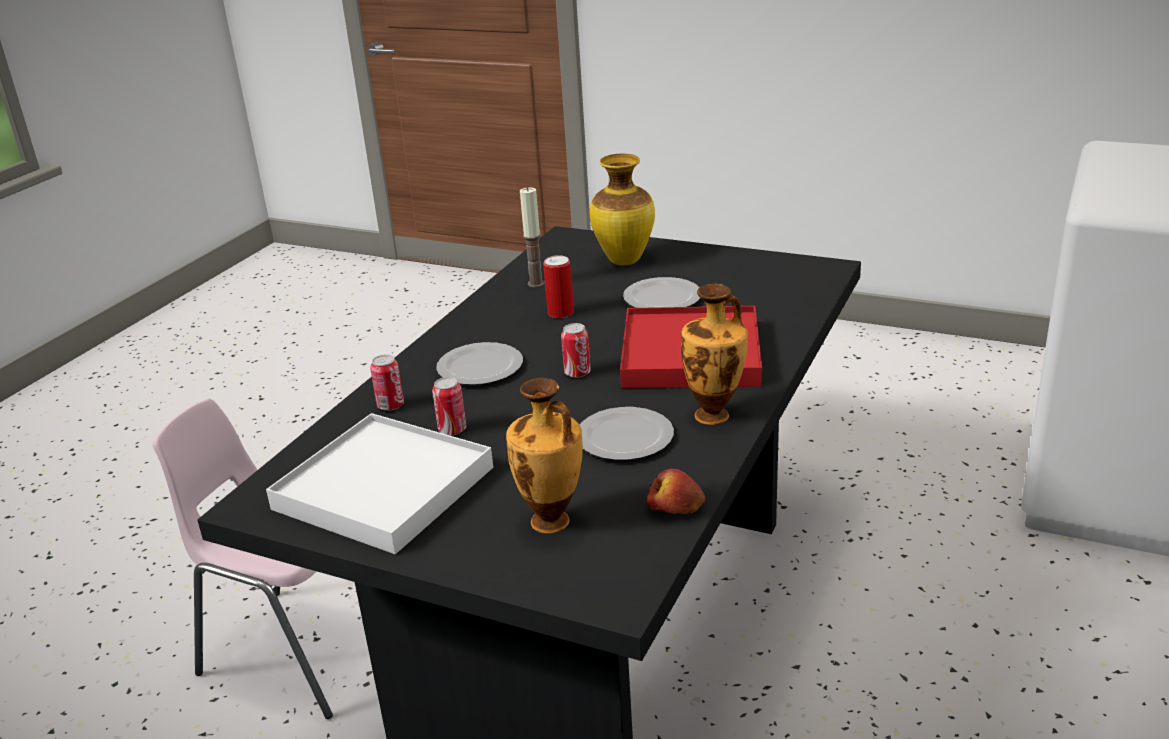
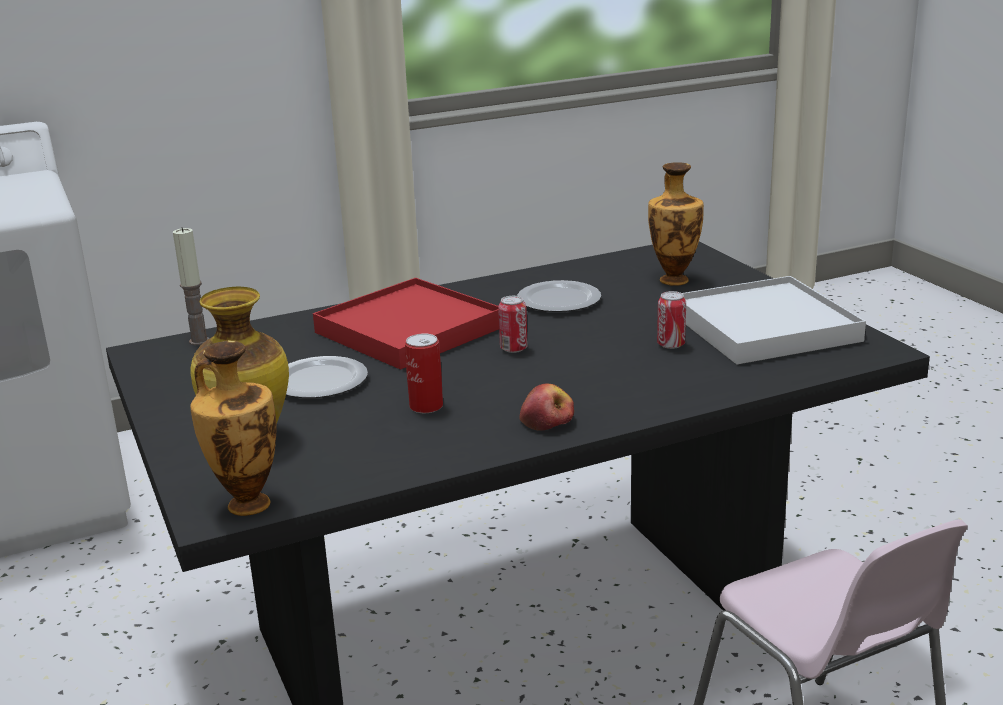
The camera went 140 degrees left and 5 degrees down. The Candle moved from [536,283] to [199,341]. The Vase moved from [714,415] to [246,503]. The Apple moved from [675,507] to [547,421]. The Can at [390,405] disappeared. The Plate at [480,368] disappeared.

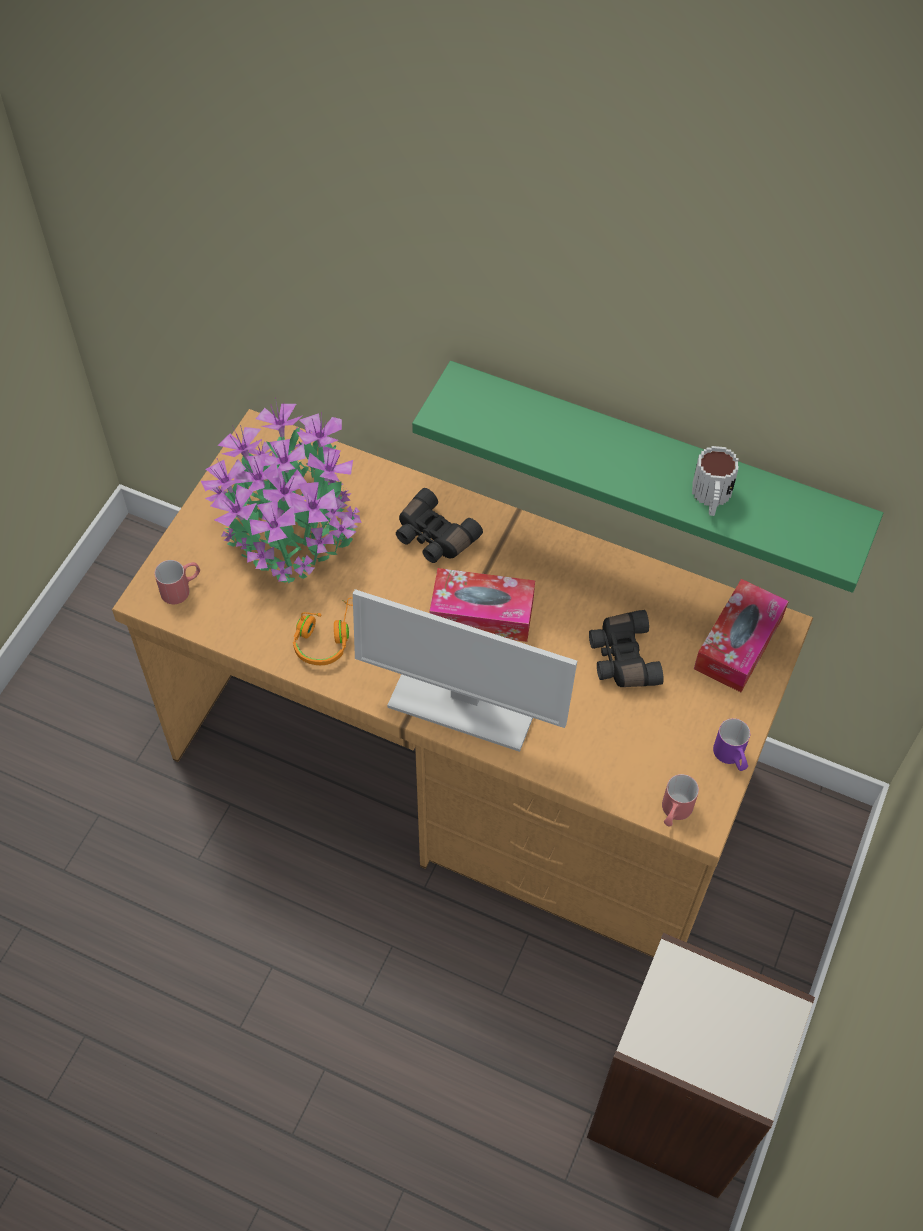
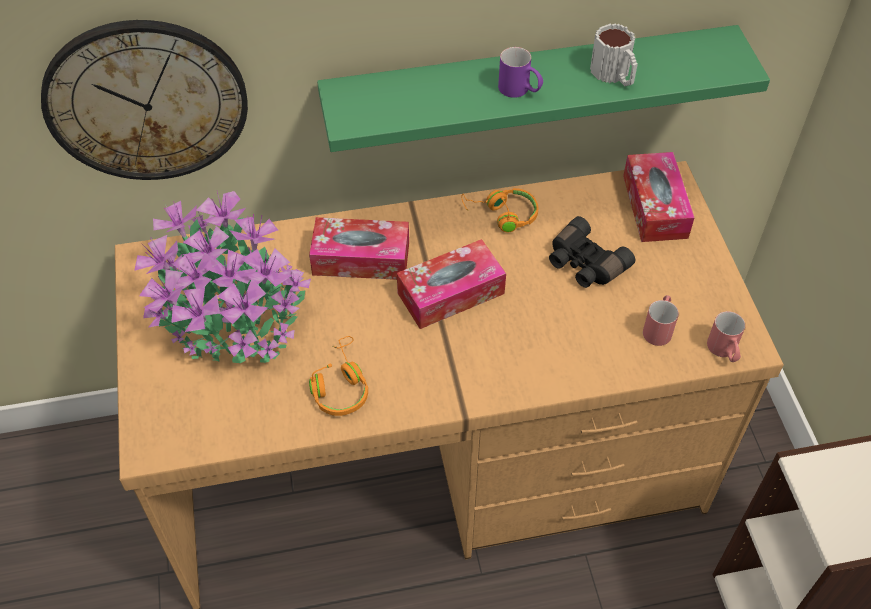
The camera went 35 degrees left and 5 degrees down. The WallClock at [146,101] appeared. The BlackBinoculars at [433,537] was replaced by the TissueBox at [361,258]. The OrangeHeadphones at [502,215] appeared. The PurpleMug moved from [731,757] to [520,91]. The RedMug moved from [182,588] to [658,328]. The Monitor at [463,702] disappeared.

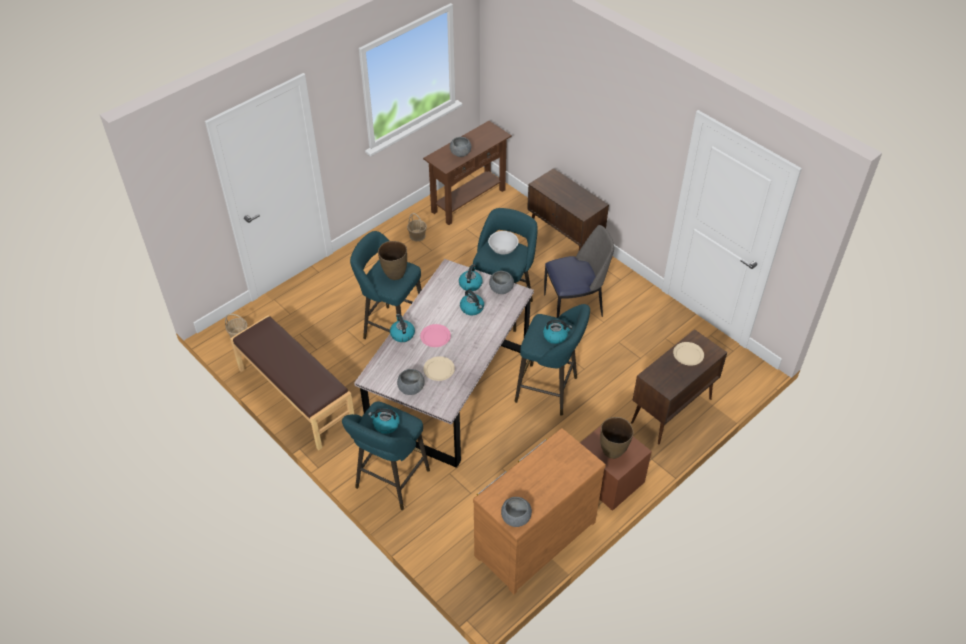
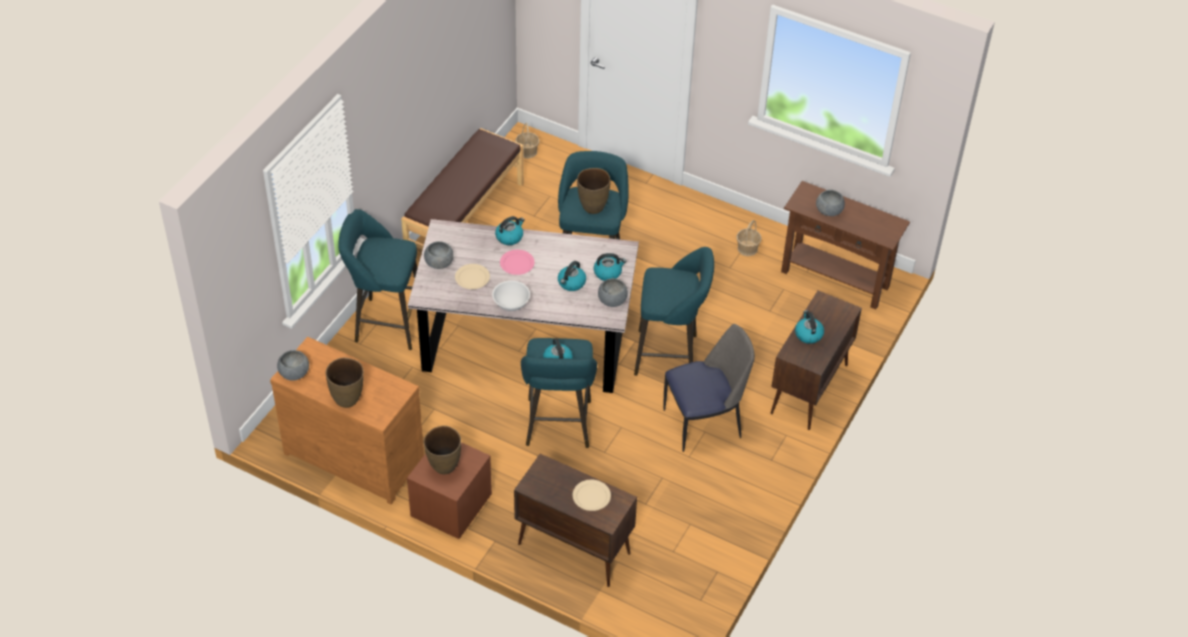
The camera went 70 degrees right and 0 degrees up. The BrownVase at [347,399] appeared. The WhiteBowl moved from [502,249] to [511,303]. The Chair at [575,305] turned 75 degrees counterclockwise. The Kettle moved from [385,425] to [808,334].

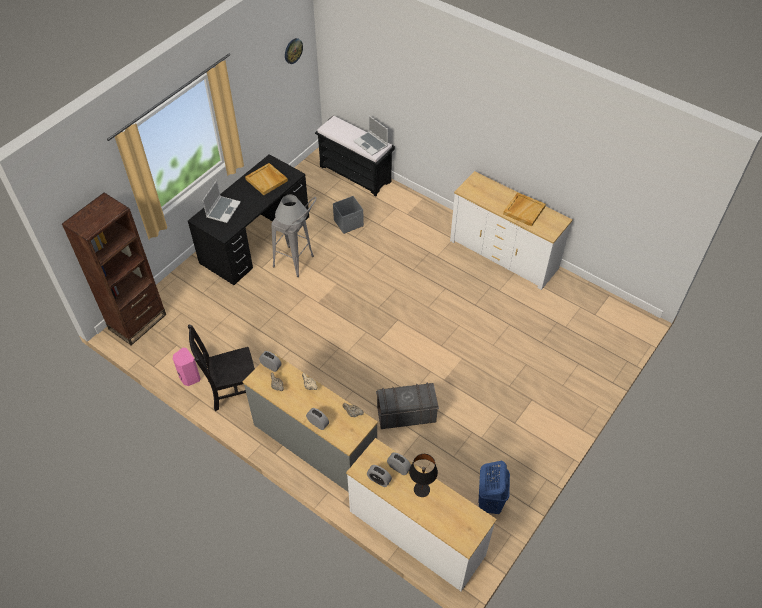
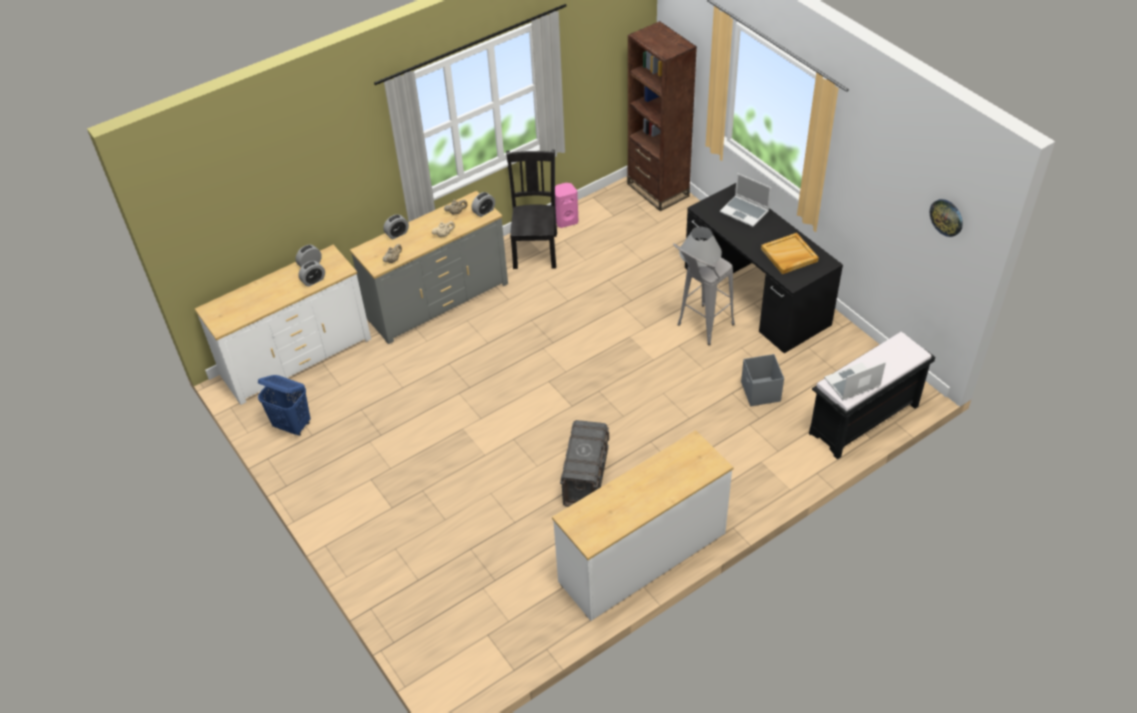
The camera went 110 degrees right and 5 degrees down. The GreyStorageBox moved from [406,415] to [586,478]. The BlackTableLamp at [422,489] disappeared. The BeigeTray at [524,210] disappeared.

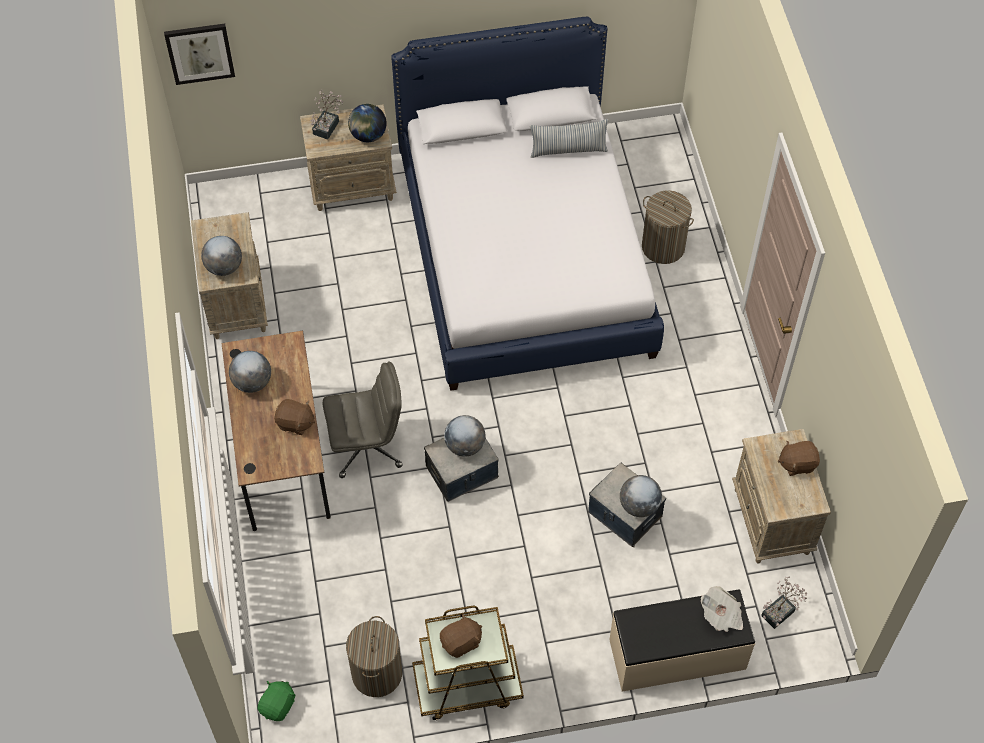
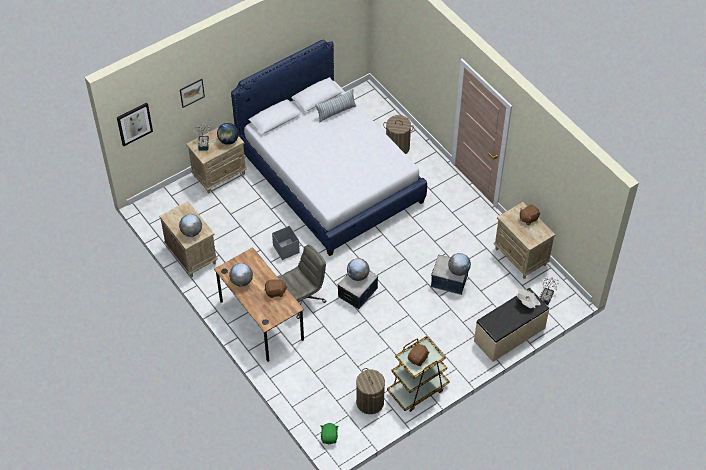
The camera went 25 degrees left and 5 degrees down. The Picture at [192,92] appeared. The GreyStorageBox at [286,249] appeared.

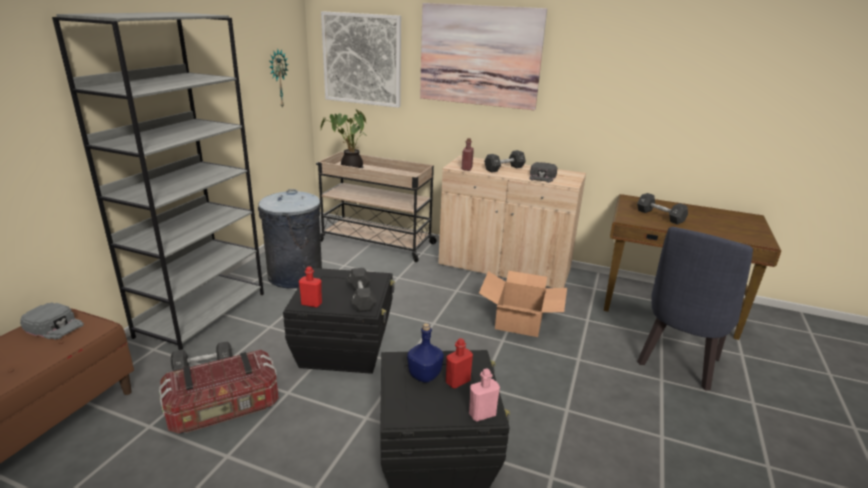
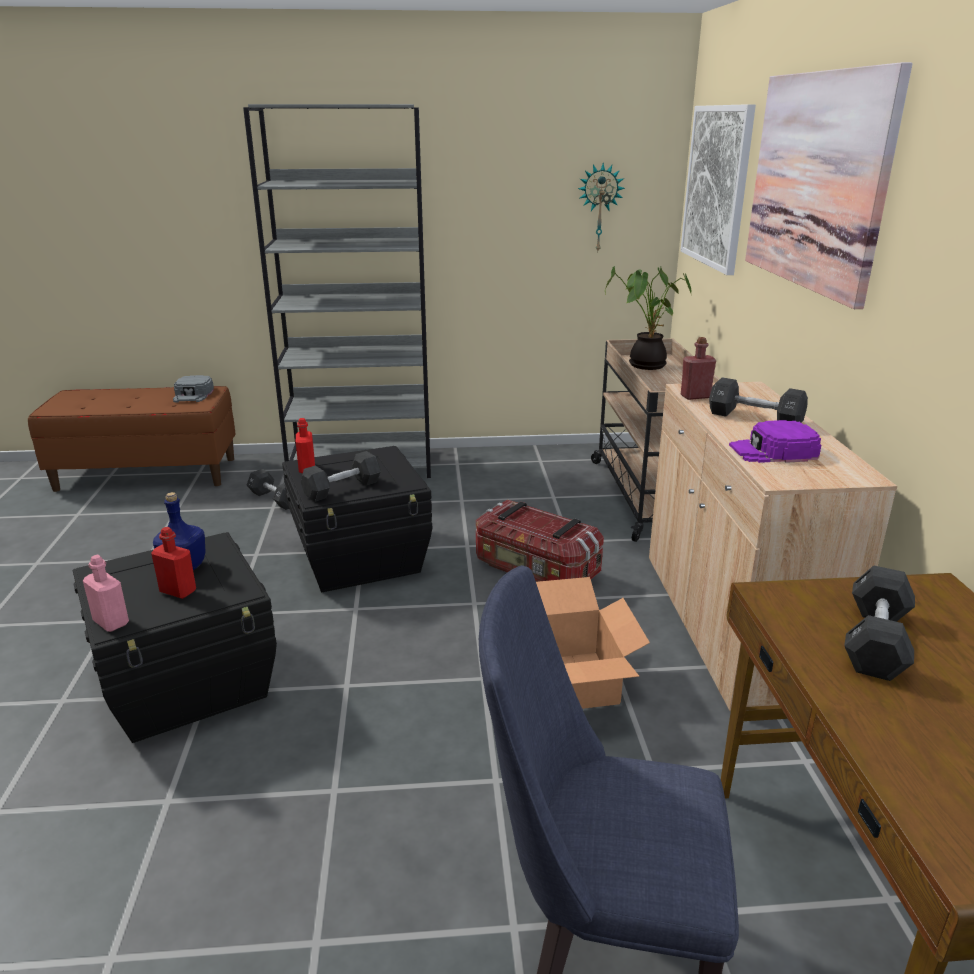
The camera went 65 degrees right and 0 degrees up. The StorageBox moved from [224,409] to [535,570]. The BlackCap at [542,176] became the PurpleCap at [773,451]. The GreyTrashCan at [295,276] disappeared.

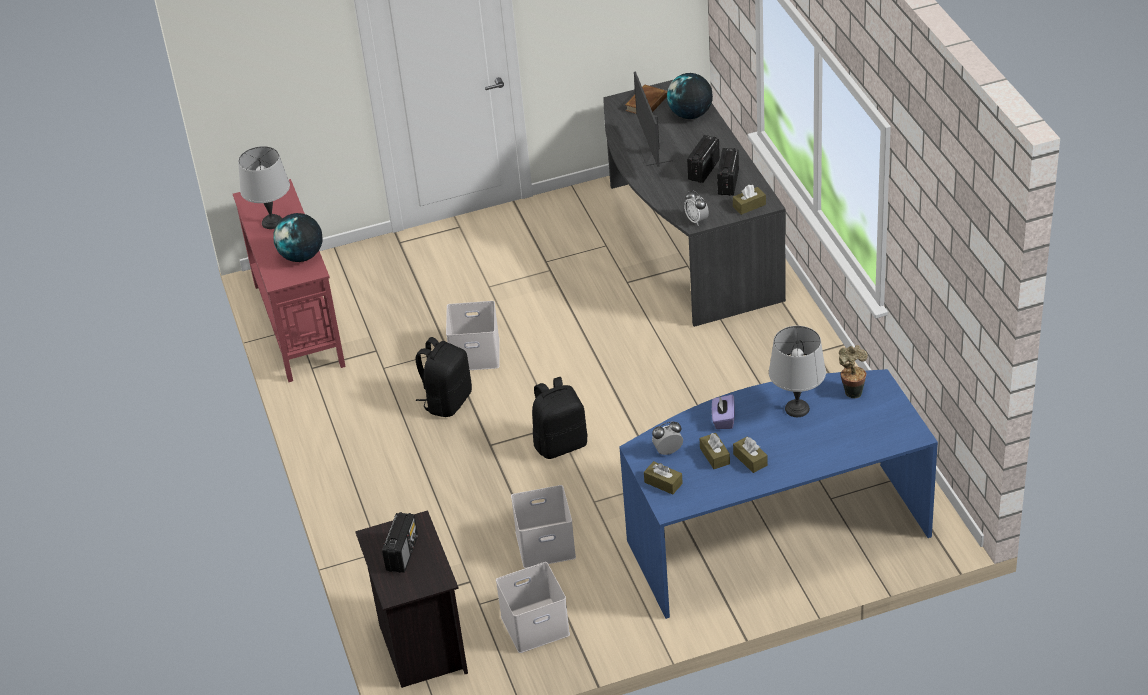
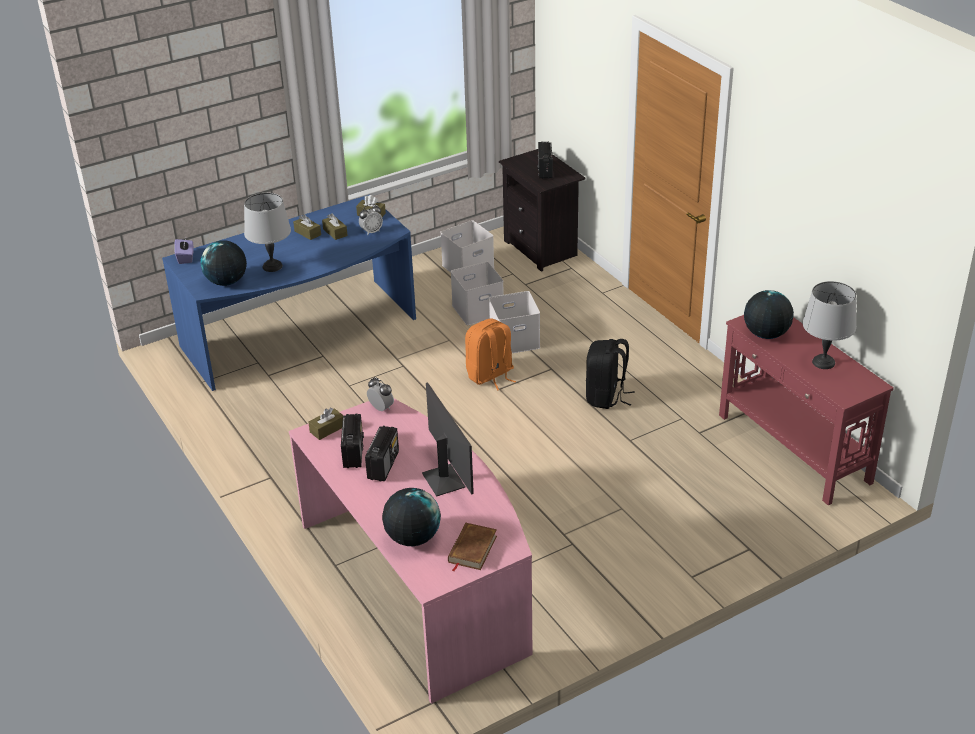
The camera went 165 degrees right and 5 degrees down. The PurpleTissueBox moved from [723,420] to [186,258]. The PottedPlant at [852,391] was replaced by the Globe at [227,282]. The GreyDesk at [687,243] became the PinkDesk at [419,583]. The BlackBackpack at [561,444] became the OrangeBackpack at [490,376]. The WhiteStorageBox moved from [474,354] to [515,339].

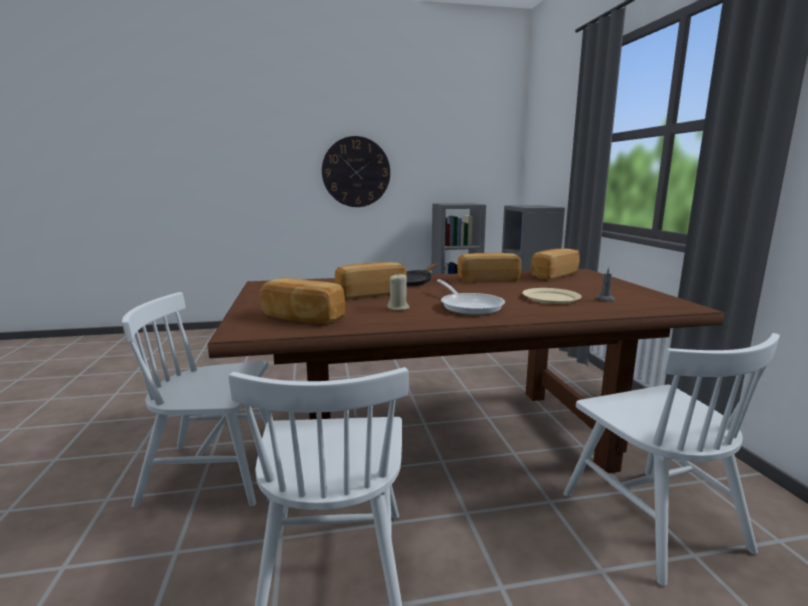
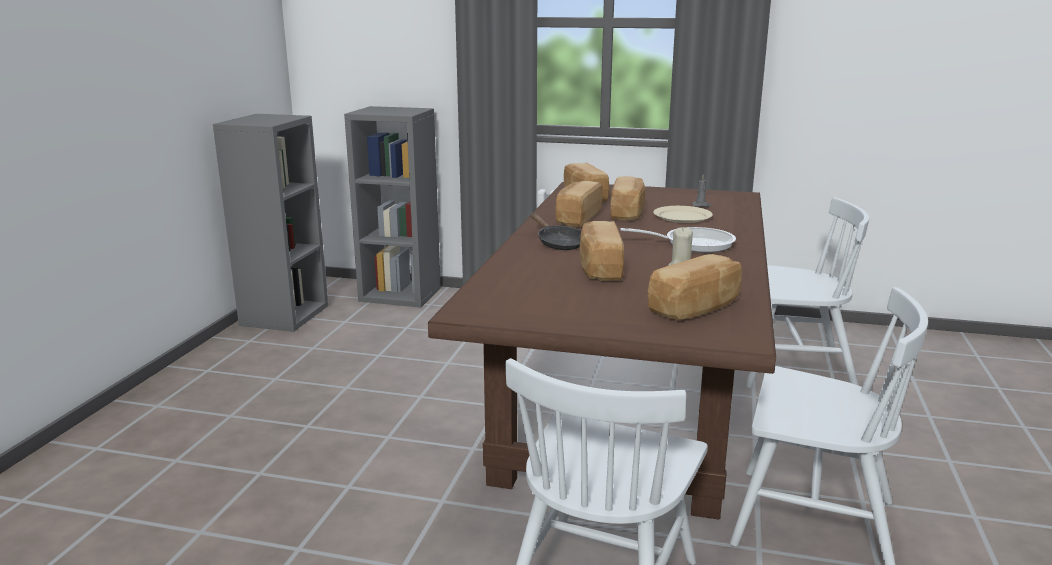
The camera went 65 degrees left and 5 degrees up. The Bread at [628,213] appeared. The WallClock at [356,172] disappeared.

